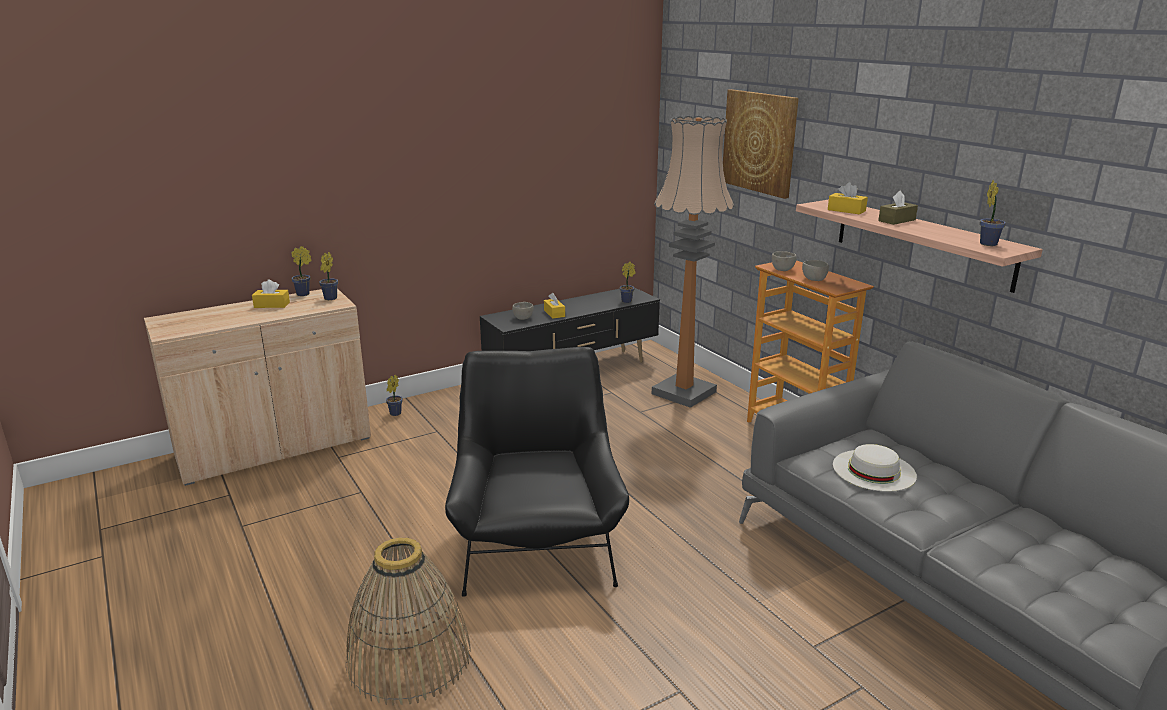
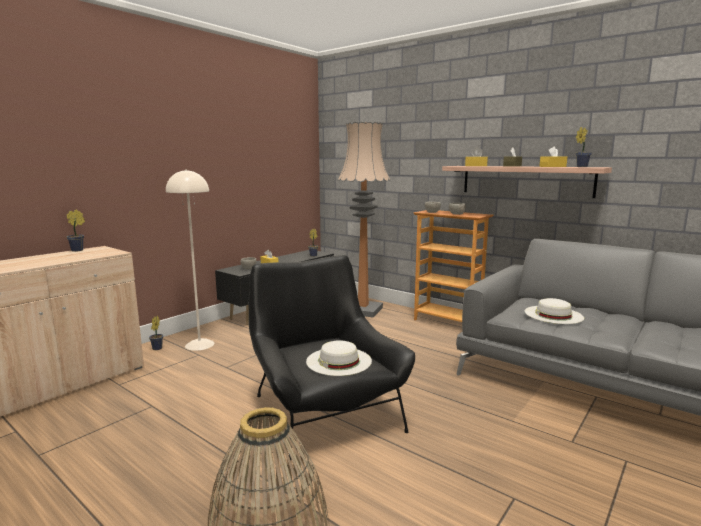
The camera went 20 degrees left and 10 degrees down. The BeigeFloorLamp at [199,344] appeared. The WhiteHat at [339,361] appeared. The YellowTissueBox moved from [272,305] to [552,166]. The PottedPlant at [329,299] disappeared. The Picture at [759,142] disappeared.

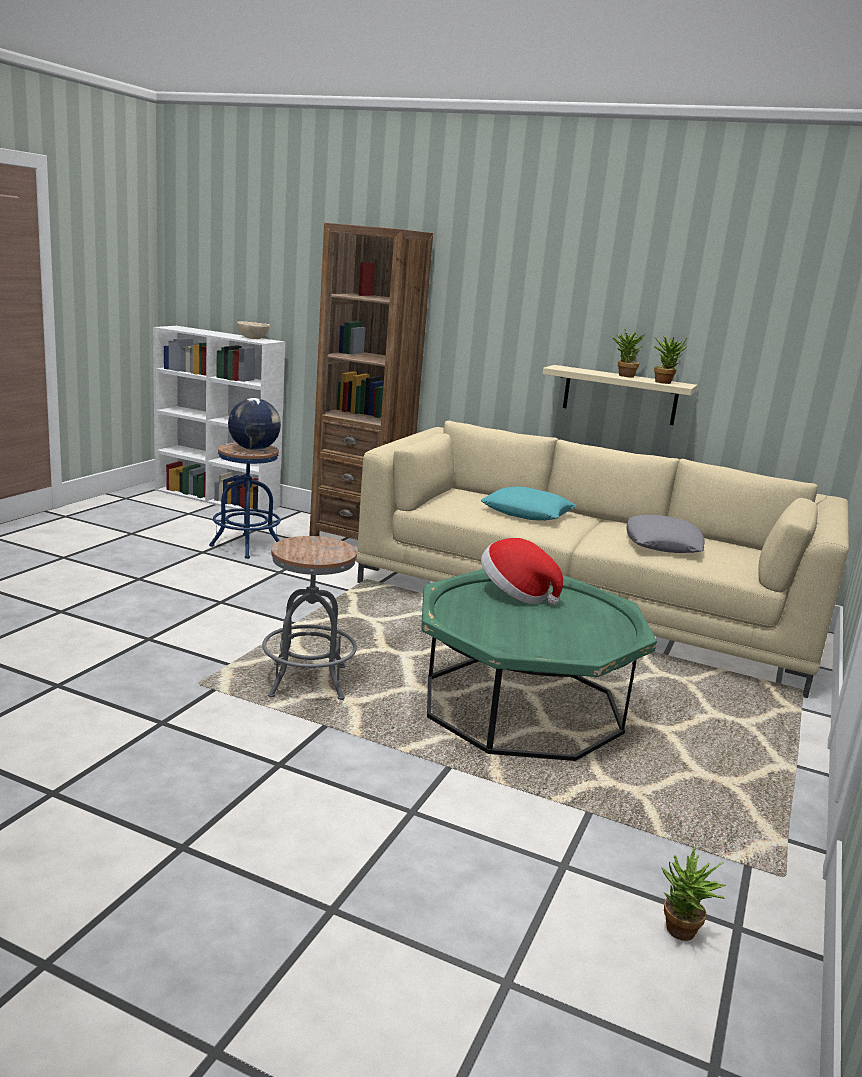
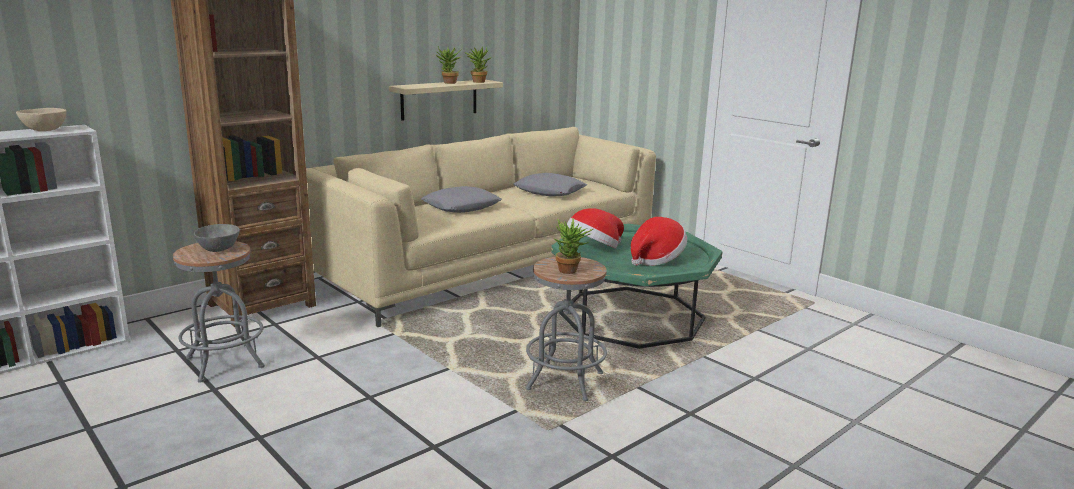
The camera went 65 degrees left and 0 degrees up. The BlueStool at [246,546] became the GreyStool at [225,363]. The Globe at [254,449] was replaced by the GreyBowl at [219,249]. The TurquoisePillow at [527,512] became the GreyPillow at [461,206]. The PottedPlant moved from [680,934] to [571,271]. The Hat at [656,259] appeared.

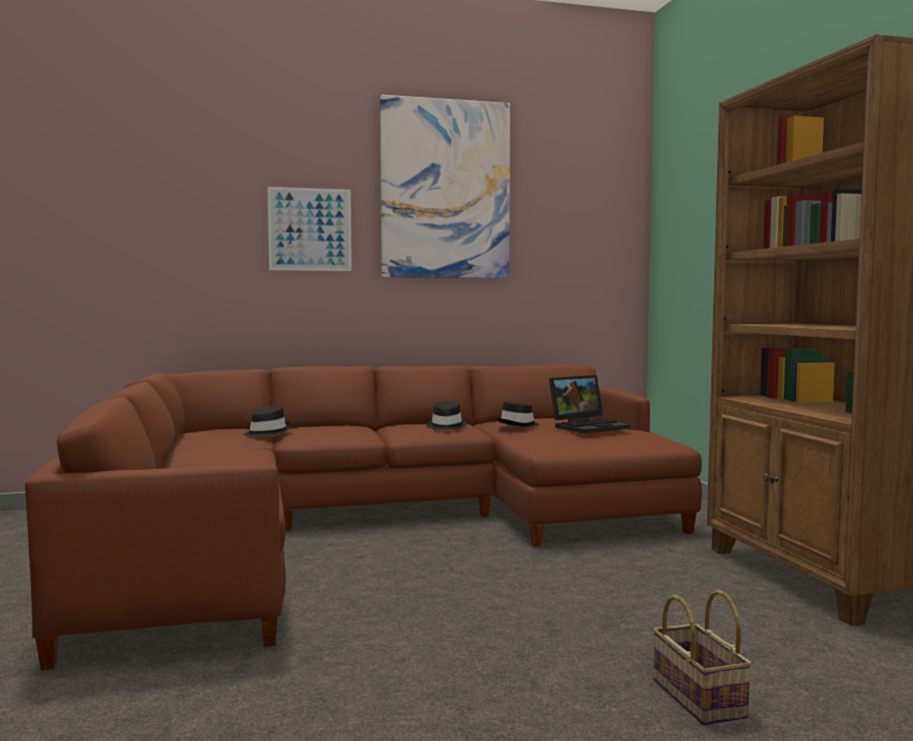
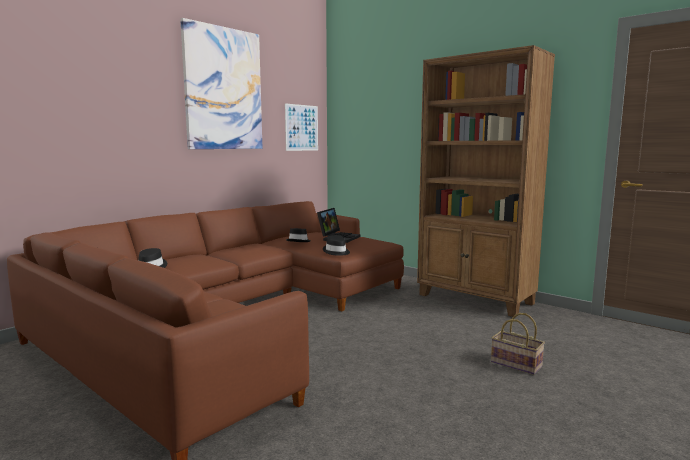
The camera went 35 degrees left and 5 degrees up. The Picture moved from [310,229] to [301,127]. The BlackHat moved from [445,426] to [336,252].

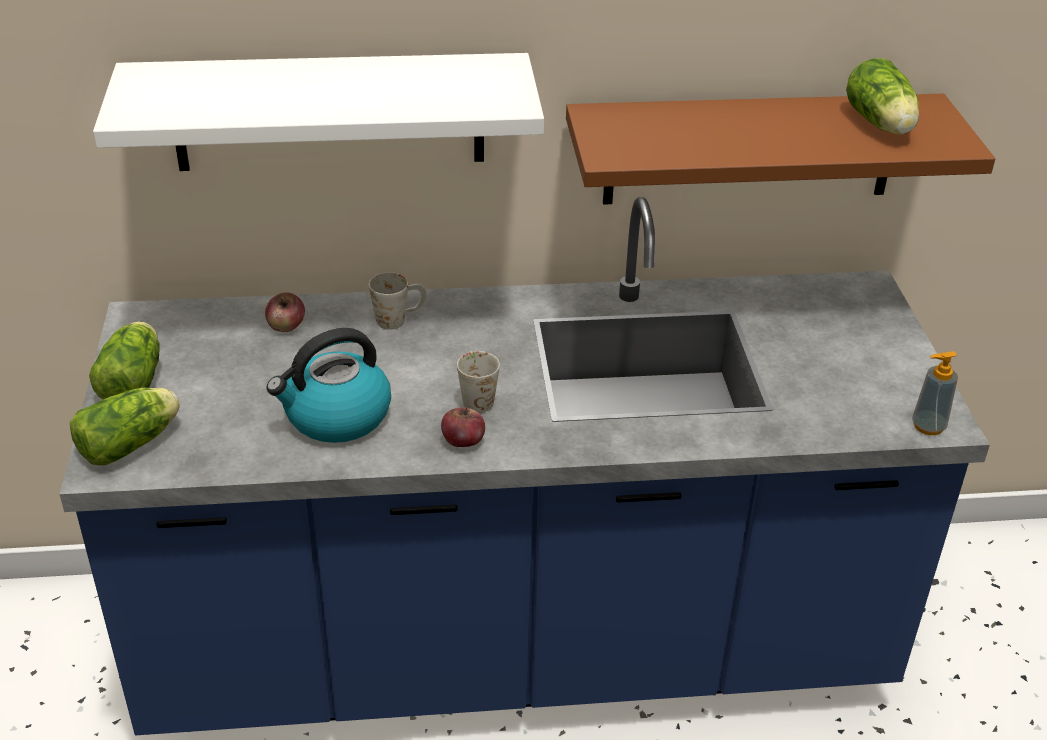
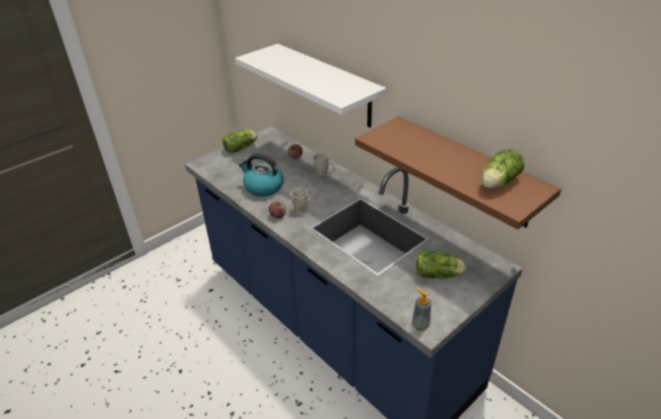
The camera went 55 degrees right and 0 degrees up. The Lettuce moved from [132,443] to [439,274].

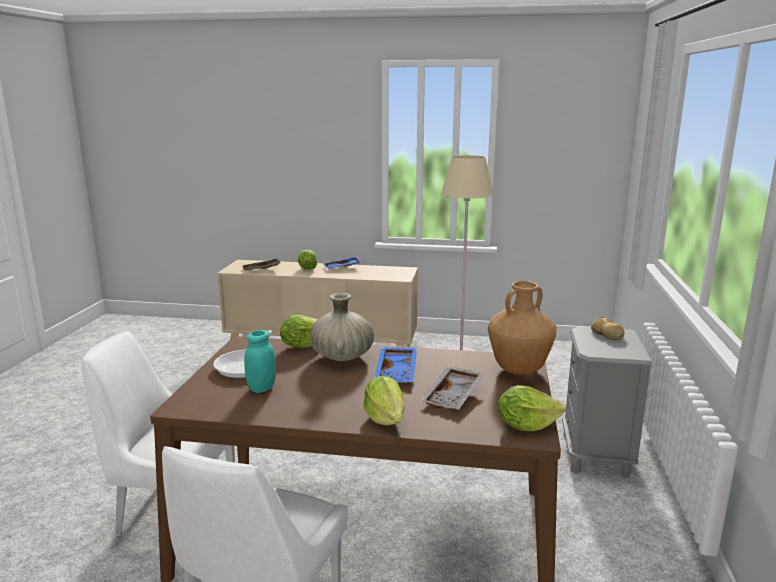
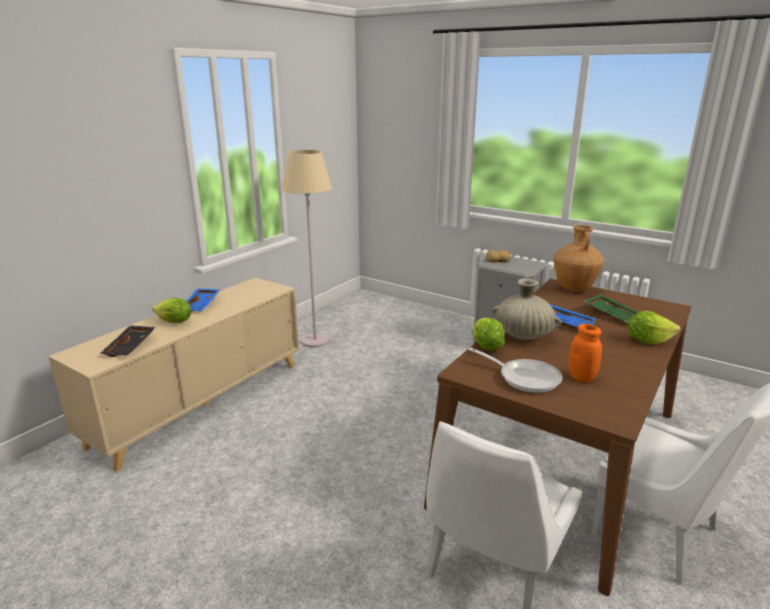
The camera went 65 degrees left and 5 degrees up. The TurquoiseJar at [262,388] became the OrangeJar at [581,377]. The GreyTray at [454,396] became the GreenTray at [613,314]. The Lettuce at [526,426] disappeared.

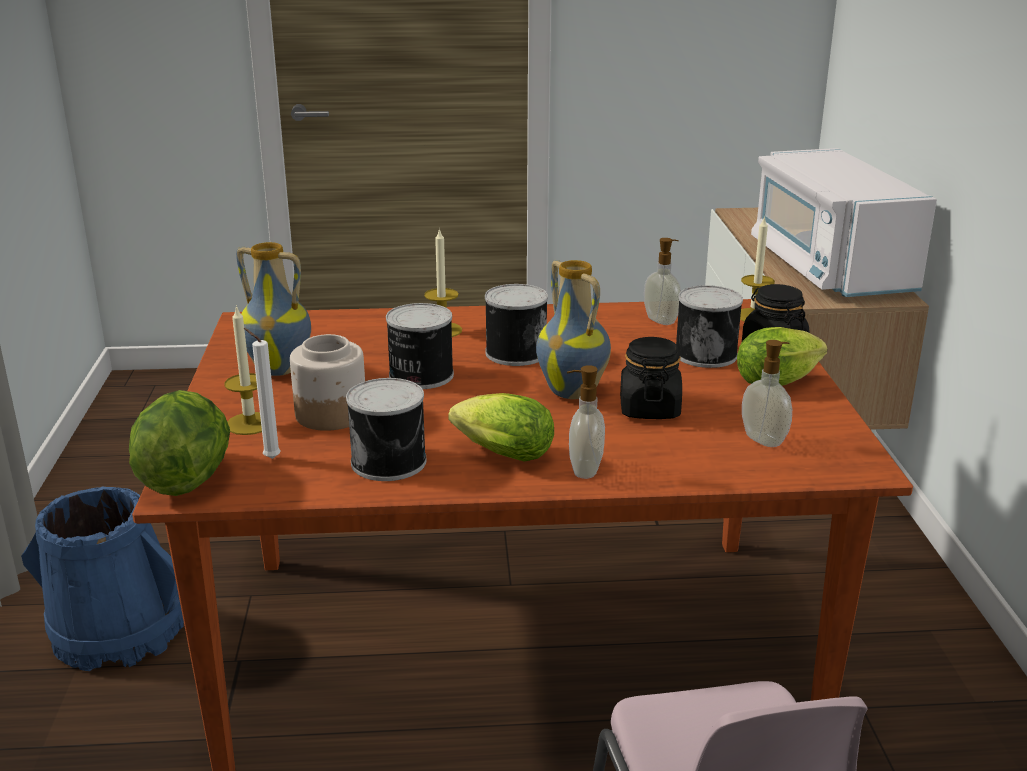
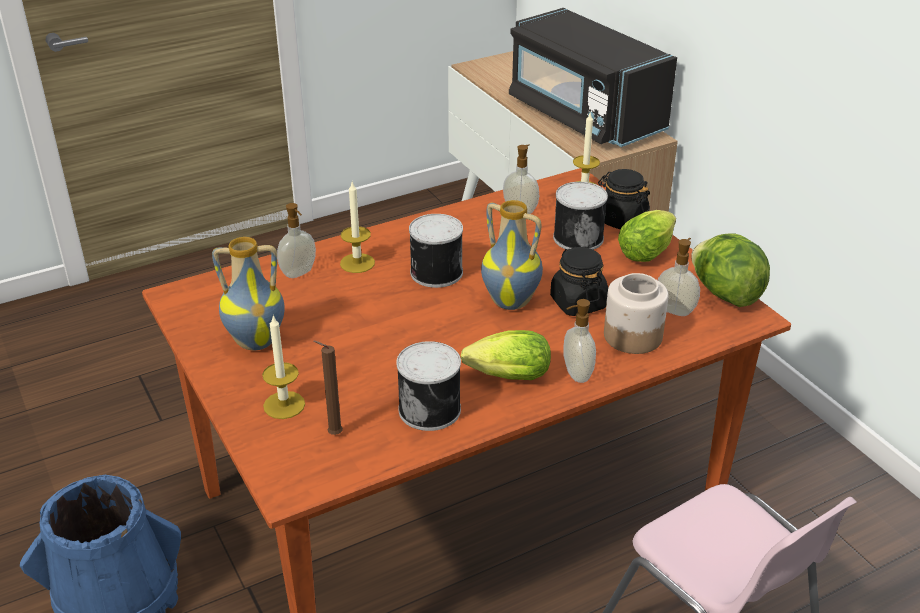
The camera went 25 degrees left and 10 degrees up. The SoapDispenser at [299,273] appeared. The WhiteCandle at [269,458] became the BrownCandle at [332,434]. The WhiteMicrowave at [829,268] became the BlackMicrowave at [583,116]. The Jar moved from [330,414] to [632,336]. The Lettuce moved from [186,479] to [724,294]. The Can at [419,376] disappeared.

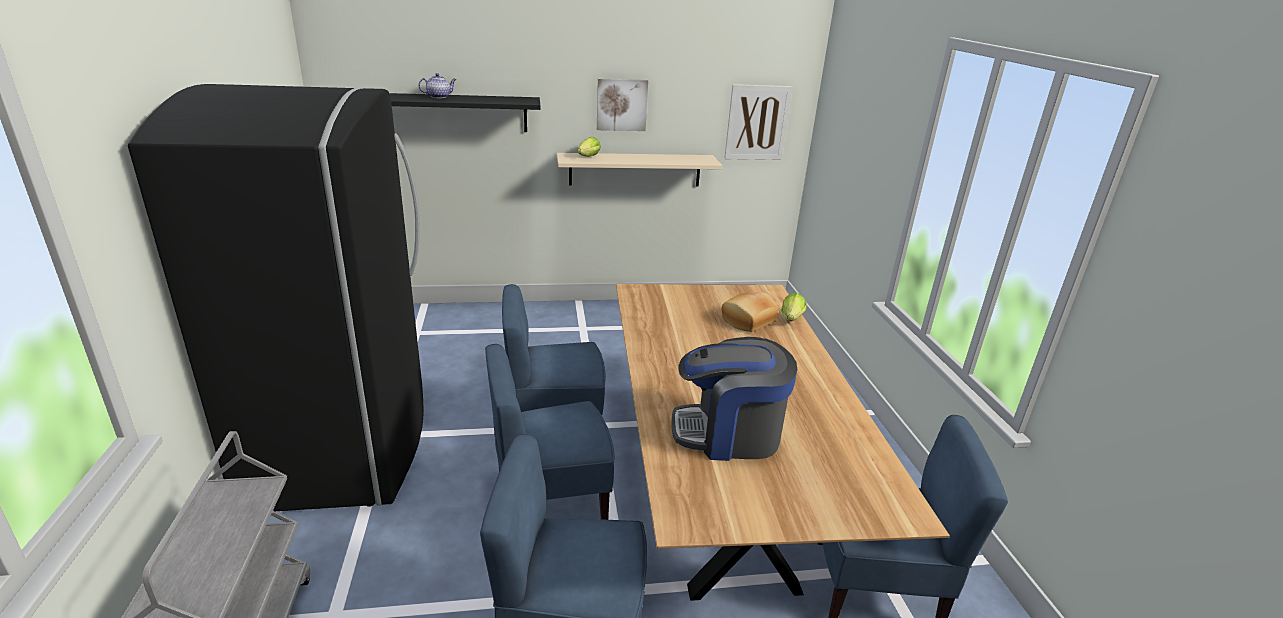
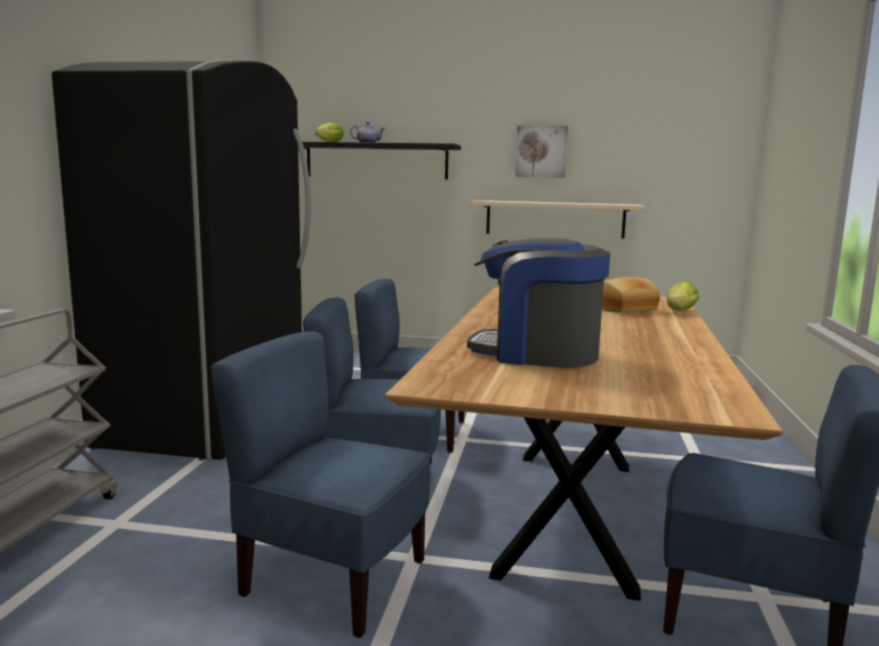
The camera went 20 degrees right and 15 degrees down. The Lettuce moved from [587,157] to [329,142]. The Picture at [757,122] disappeared.

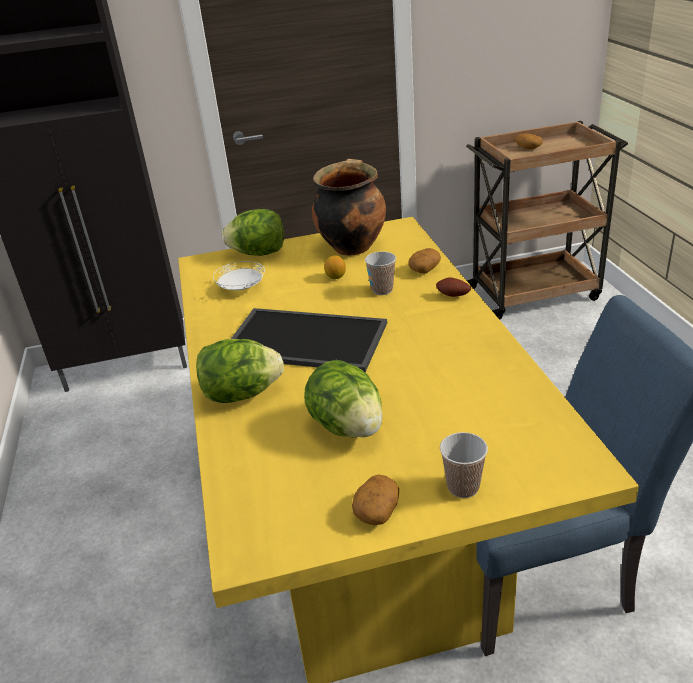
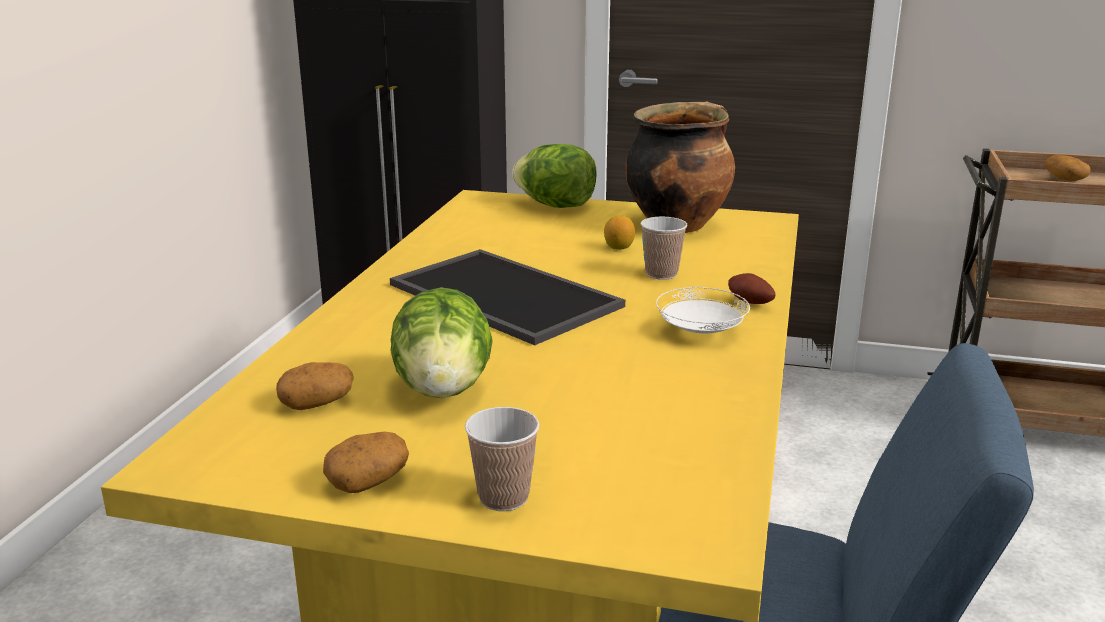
The camera went 25 degrees right and 10 degrees down. The Potato moved from [424,269] to [317,403]. The WhitePlate moved from [241,288] to [700,332]. The Lettuce at [241,394] disappeared.

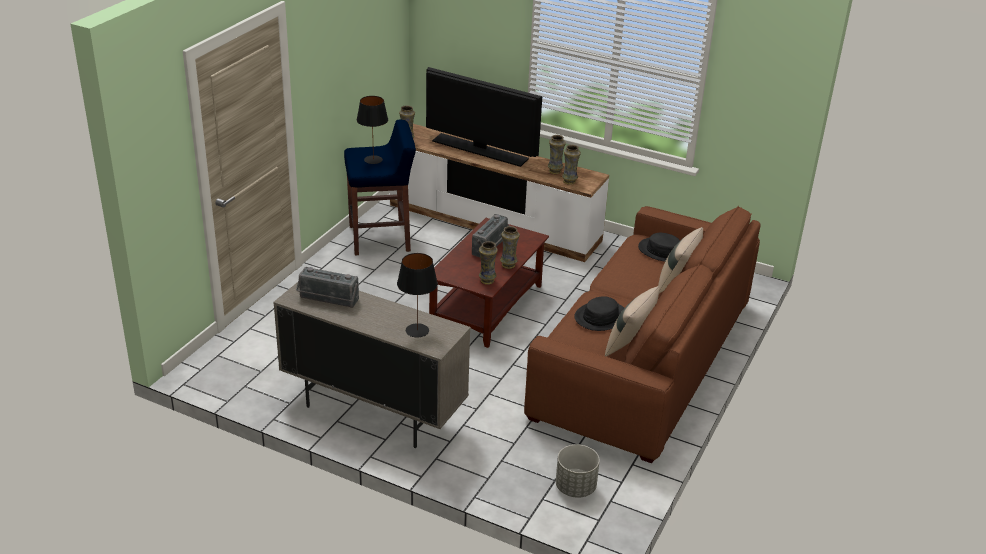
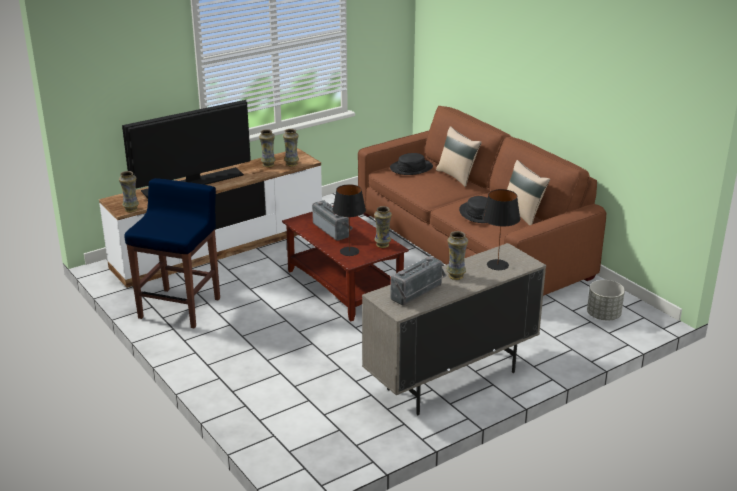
The camera went 60 degrees left and 5 degrees down. The BlackTableLamp moved from [373,159] to [349,251]. The Vase moved from [508,265] to [456,276].

